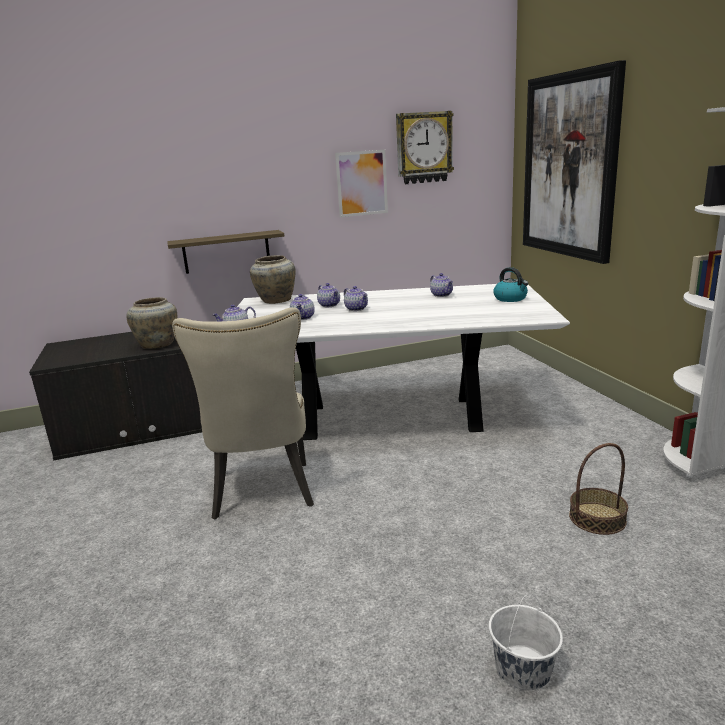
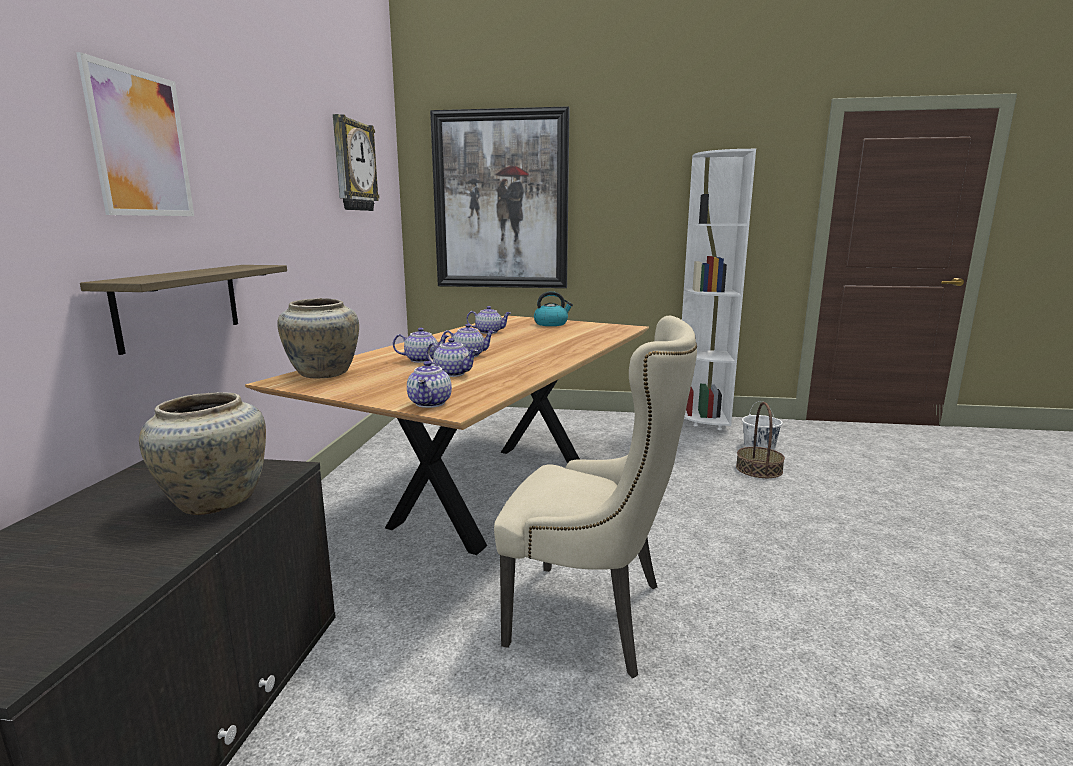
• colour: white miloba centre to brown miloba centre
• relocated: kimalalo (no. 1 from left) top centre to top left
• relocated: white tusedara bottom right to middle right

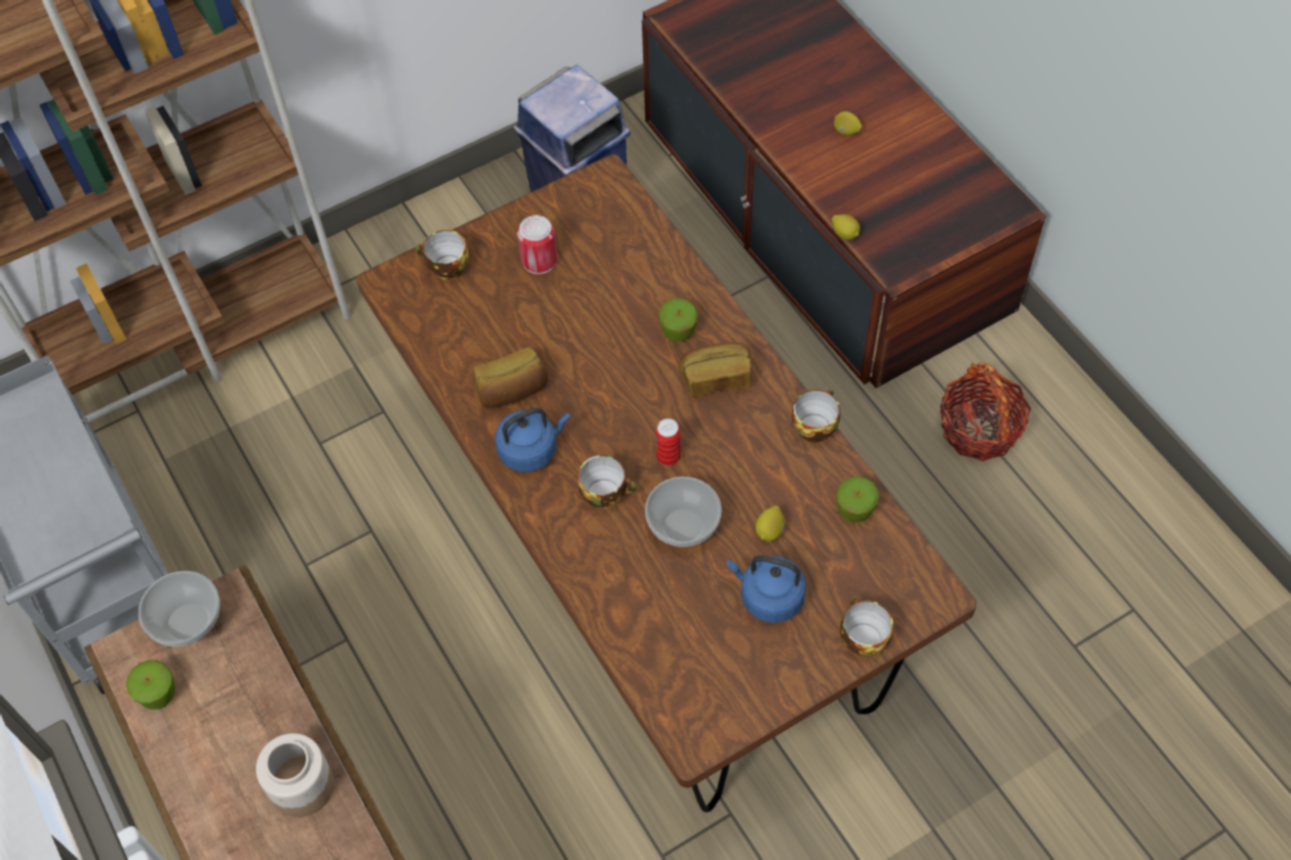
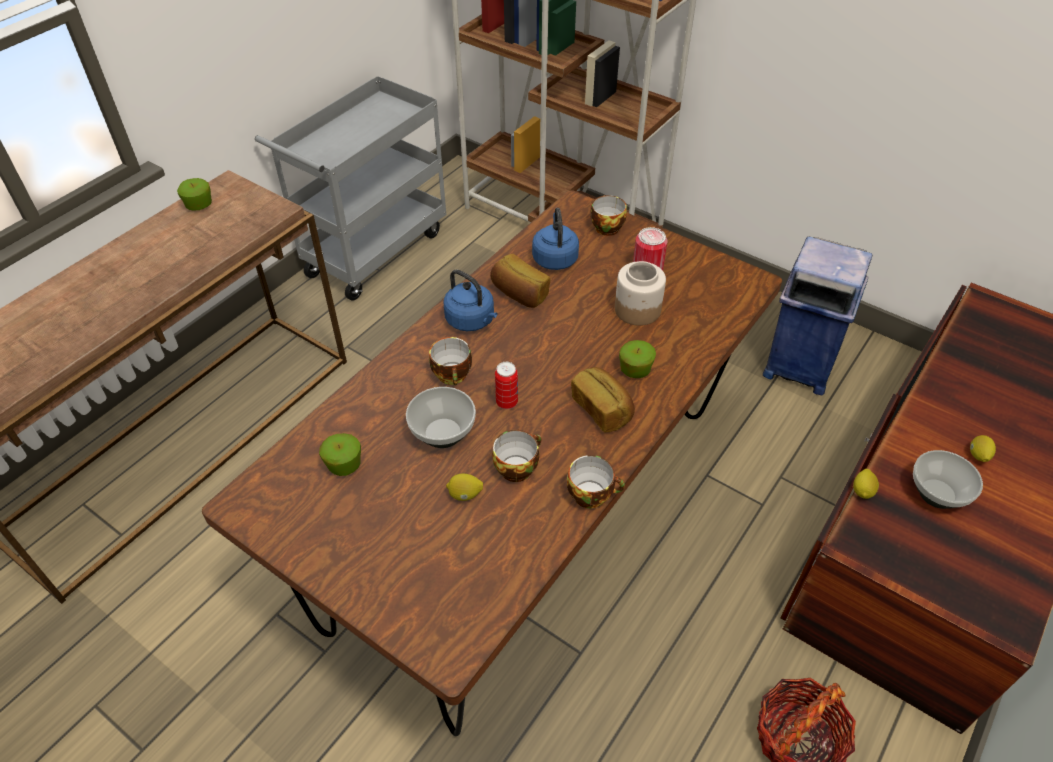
• relocated: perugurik (no. 1 from left in the first image) bottom left to perugurik (no. 2 from left) middle right
• relocated: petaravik bottom left to centre
• relocated: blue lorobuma (no. 2 from left) bottom centre to top centre
• relocated: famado (no. 3 from left in the first image) centre to famado (no. 2 from left) middle left
• relocated: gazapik (no. 4 from left in the first image) bottom right to gazapik (no. 2 from left) centre

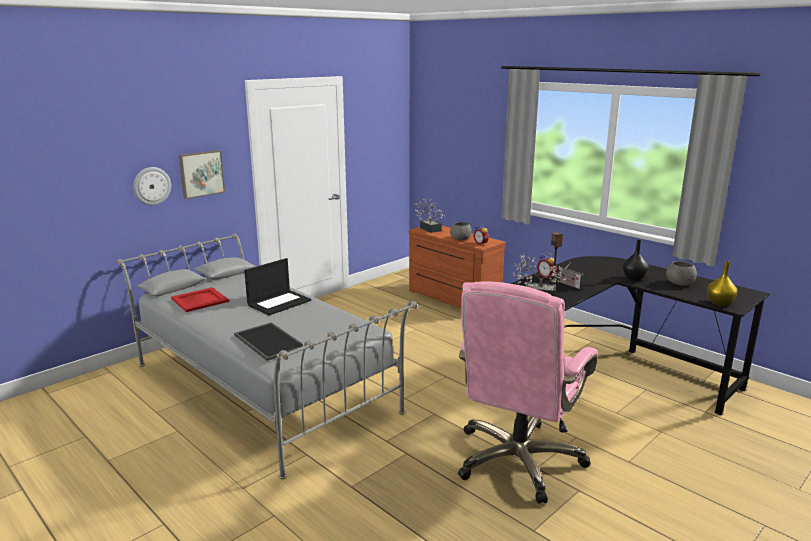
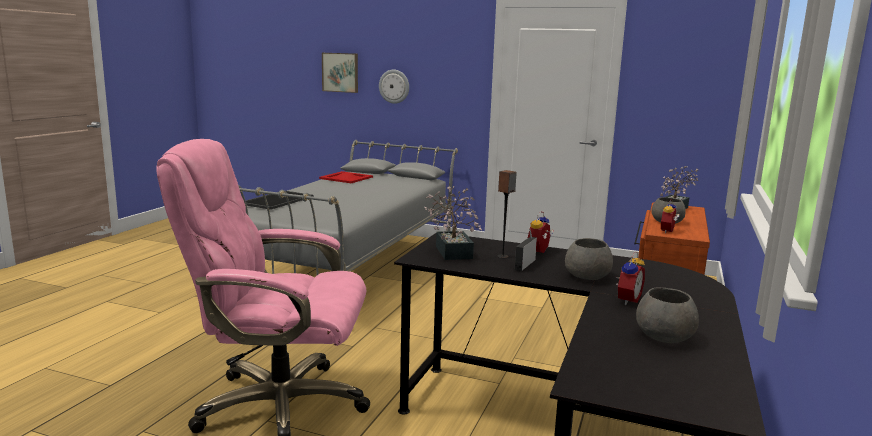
• relocated: kimalalo top left to top centre
• missing: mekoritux centre
• exchanged: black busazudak middle right to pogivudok (no. 2 from left) middle right
• missing: yellow busazudak middle right
• appeared: grey perugurik (no. 1 from left) middle right

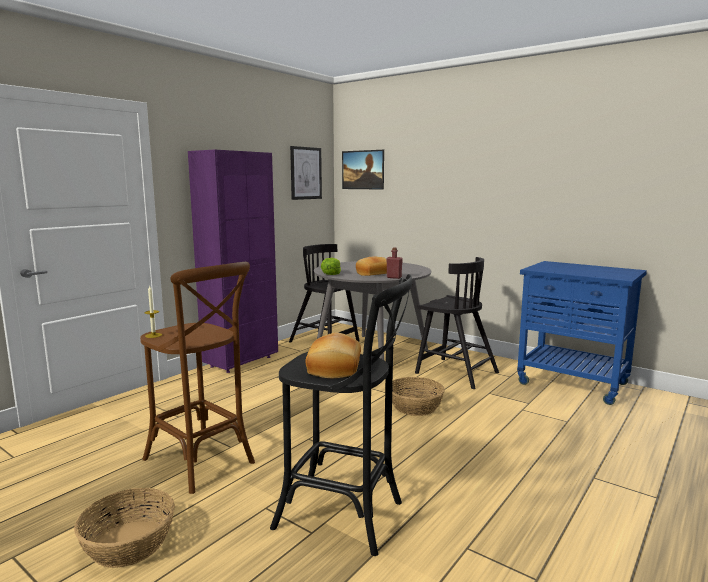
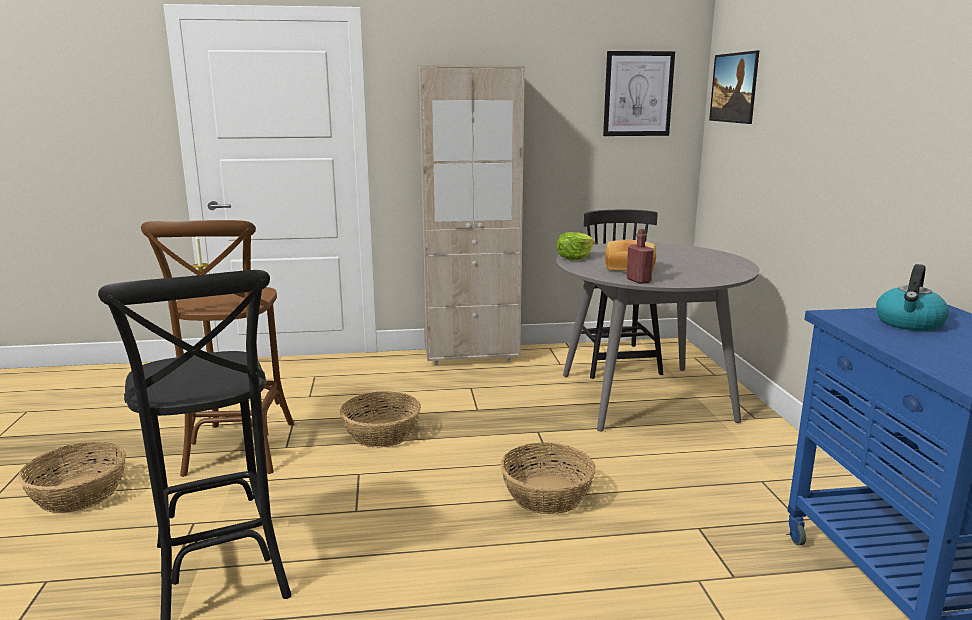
• colour: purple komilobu middle left to beige komilobu centre
• missing: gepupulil (no. 1 from left) centre
• missing: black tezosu (no. 2 from left) centre
• appeared: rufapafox (no. 2 from left) bottom centre
• appeared: lorobuma middle right

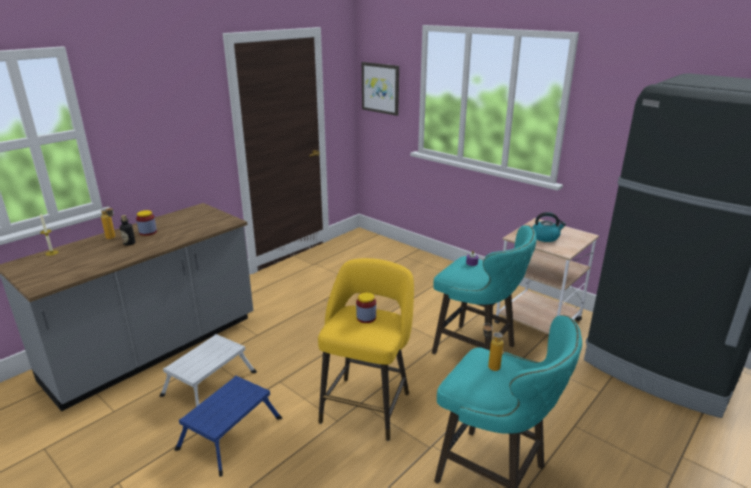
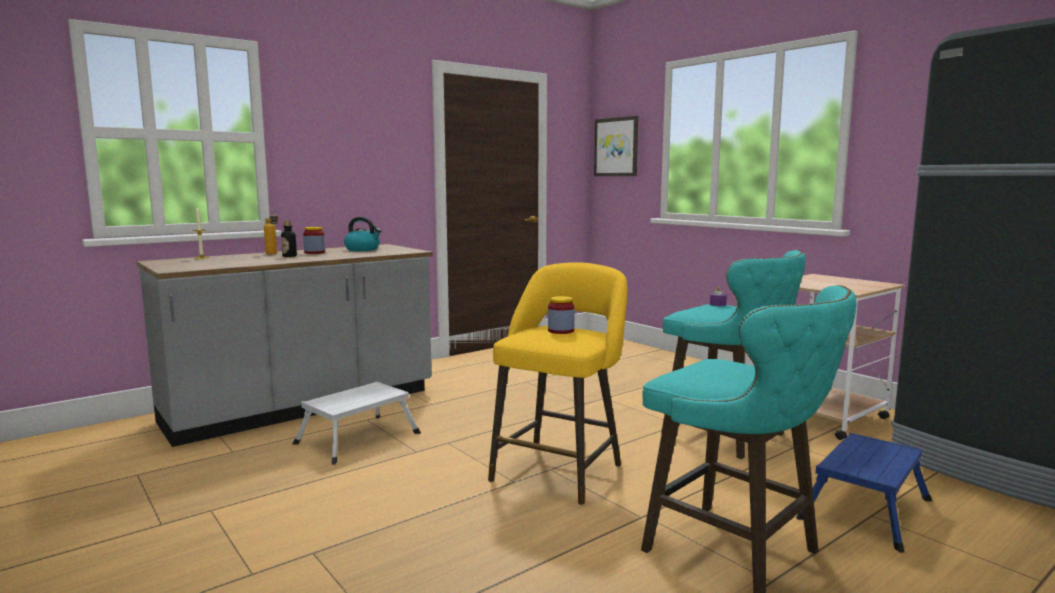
• relocated: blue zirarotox bottom left to bottom right
• missing: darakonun (no. 3 from left) bottom centre
• relocated: lorobuma middle right to centre

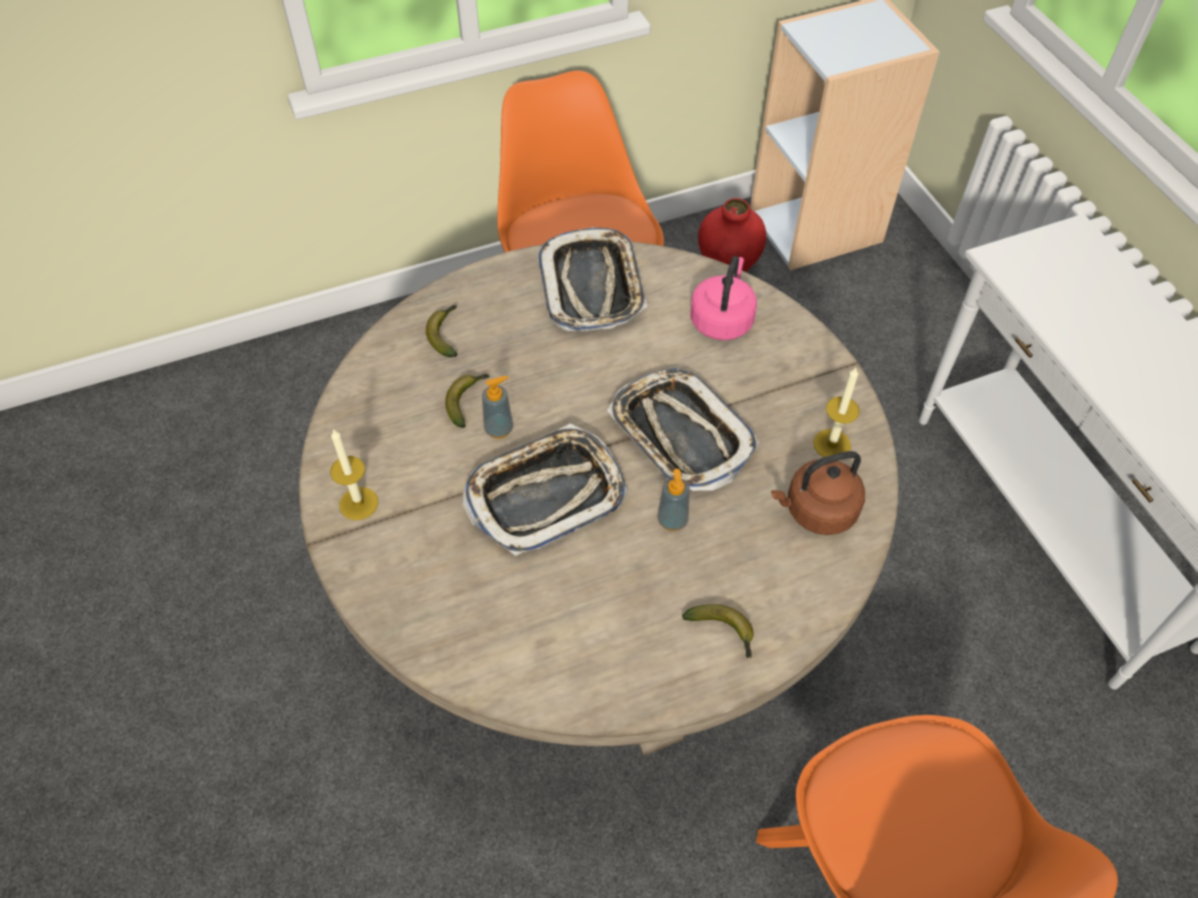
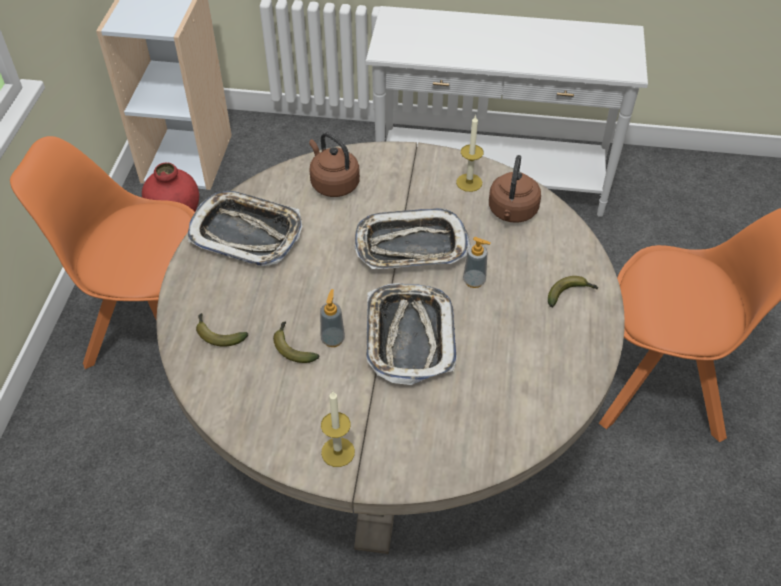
• colour: pink lorobuma top centre to brown lorobuma (no. 1 from left) top centre

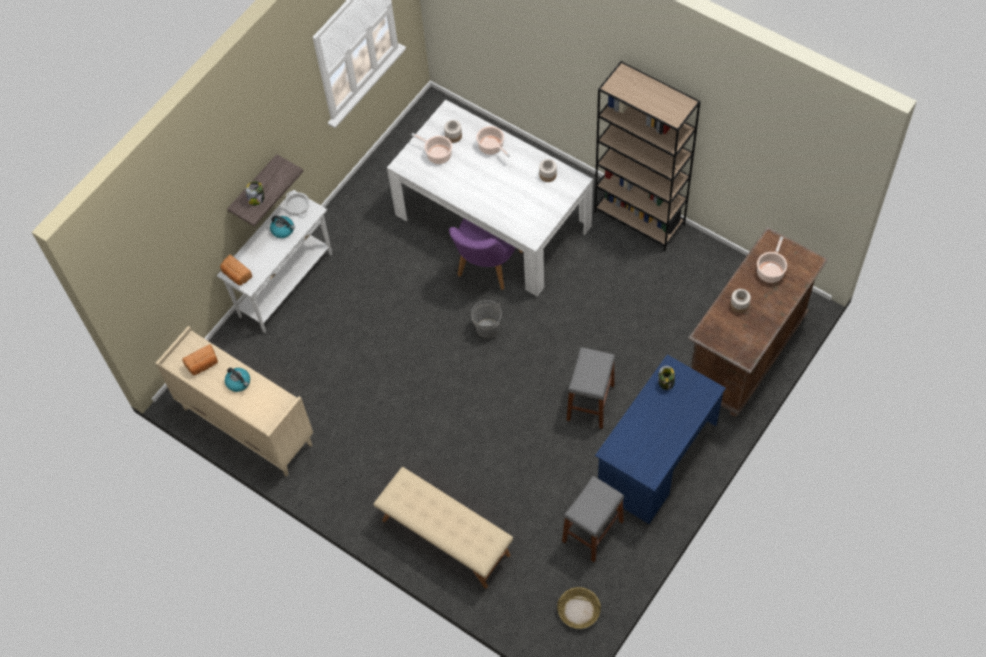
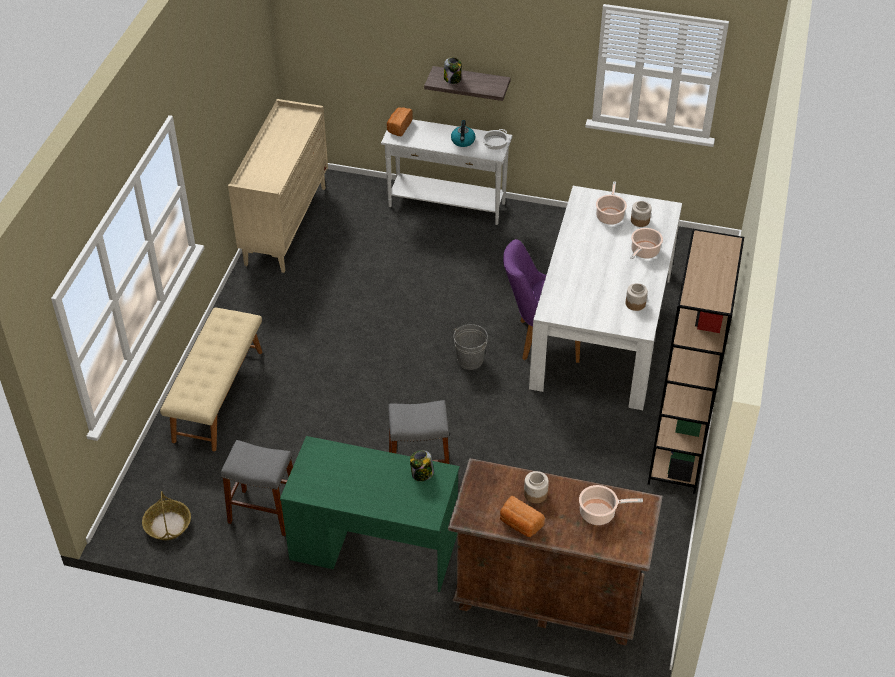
• relocated: gepupulil (no. 1 from left in the first image) middle left to gepupulil (no. 2 from left) bottom centre
• missing: lorobuma (no. 1 from left) middle left
• colour: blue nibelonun bottom right to green nibelonun bottom centre

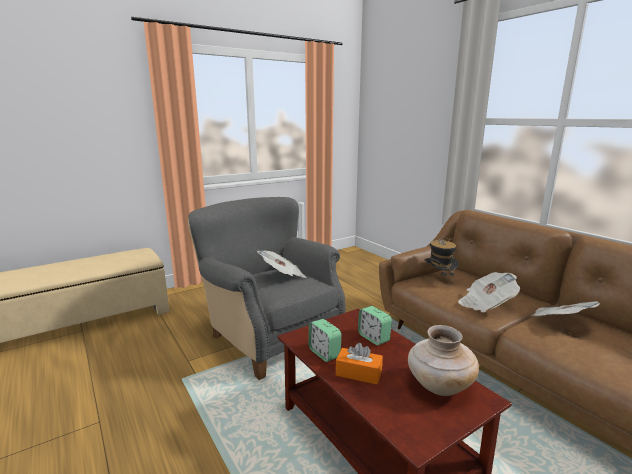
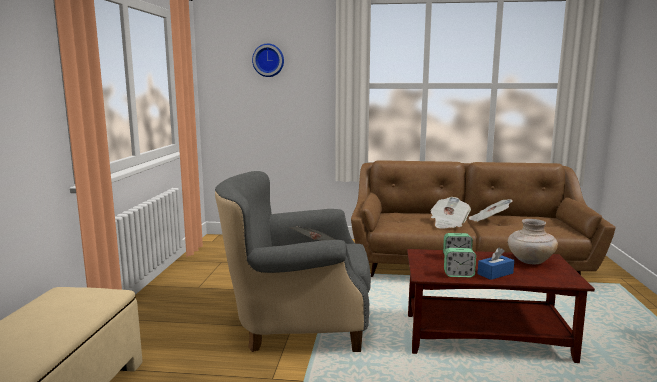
• colour: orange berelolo bottom centre to blue berelolo bottom right
• missing: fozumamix middle right
• appeared: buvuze top centre

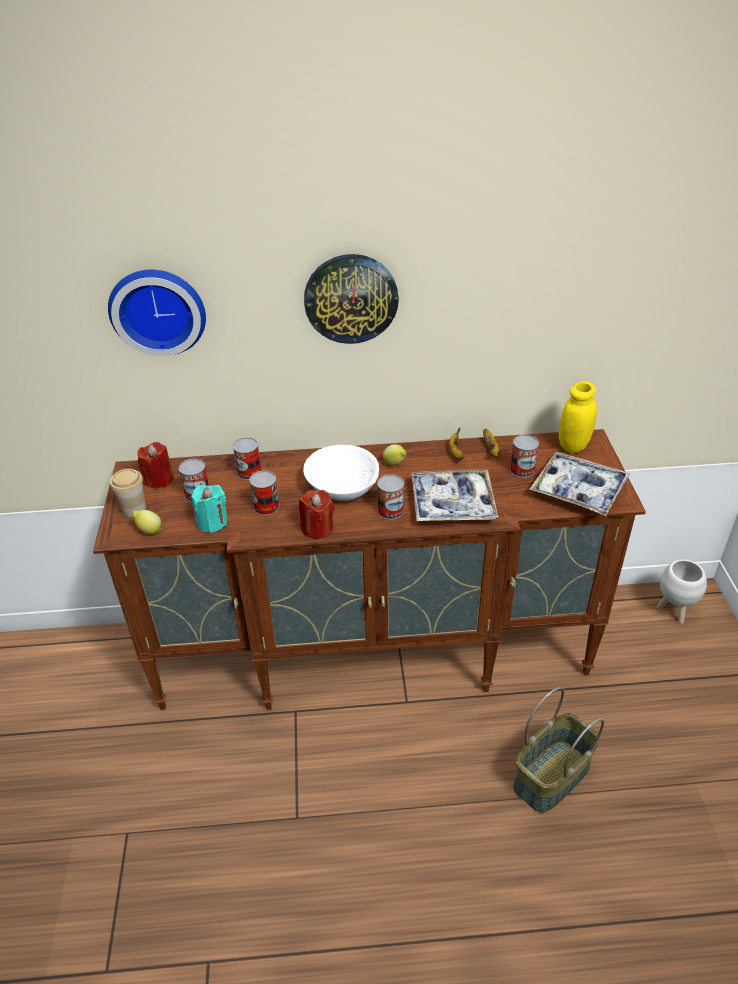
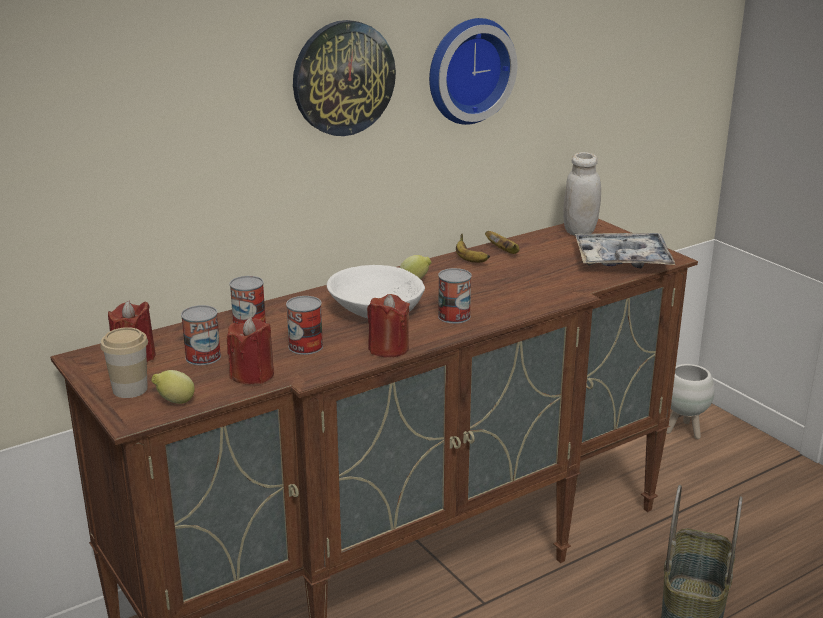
• relocated: buvuze (no. 1 from left in the first image) top left to buvuze (no. 2 from left) top centre
• colour: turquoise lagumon middle left to red lagumon (no. 2 from left) middle left
• missing: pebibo (no. 1 from left) centre
• missing: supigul (no. 5 from left) middle right
• colour: yellow petaravik middle right to white petaravik top right

